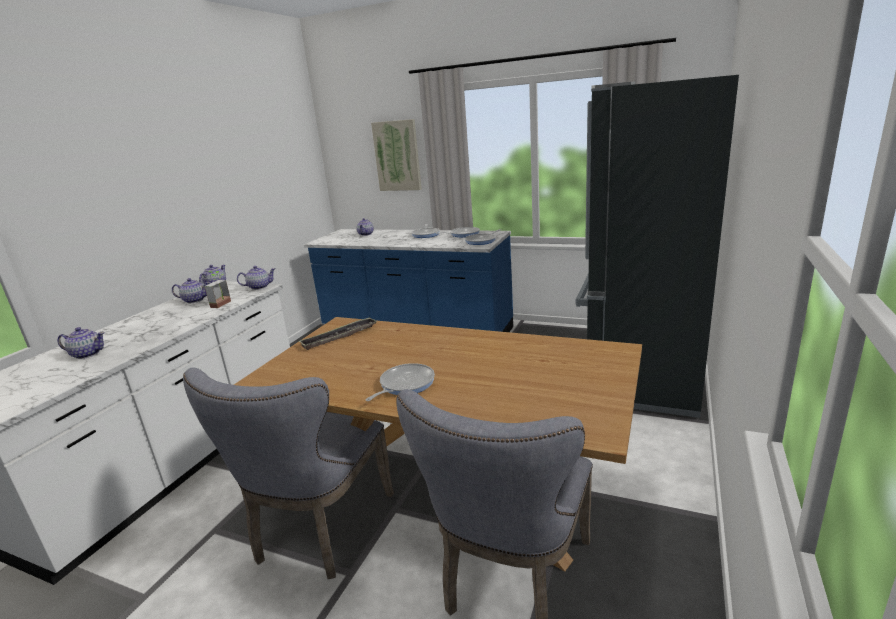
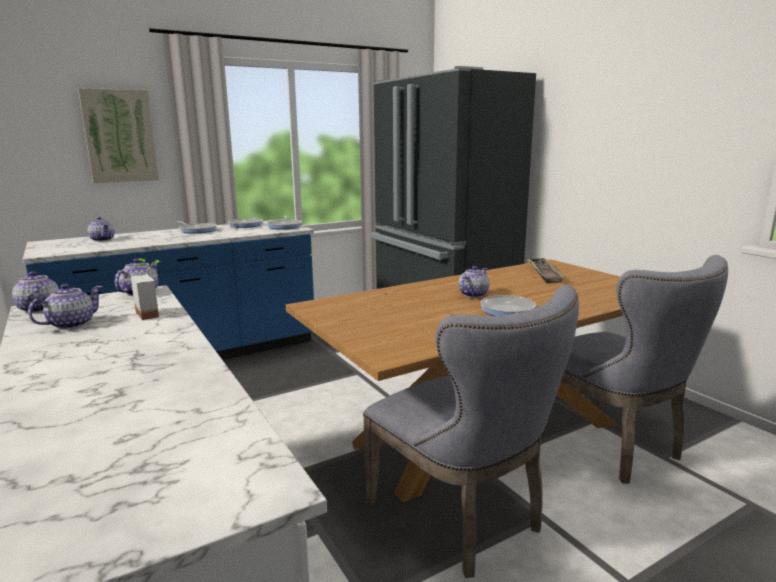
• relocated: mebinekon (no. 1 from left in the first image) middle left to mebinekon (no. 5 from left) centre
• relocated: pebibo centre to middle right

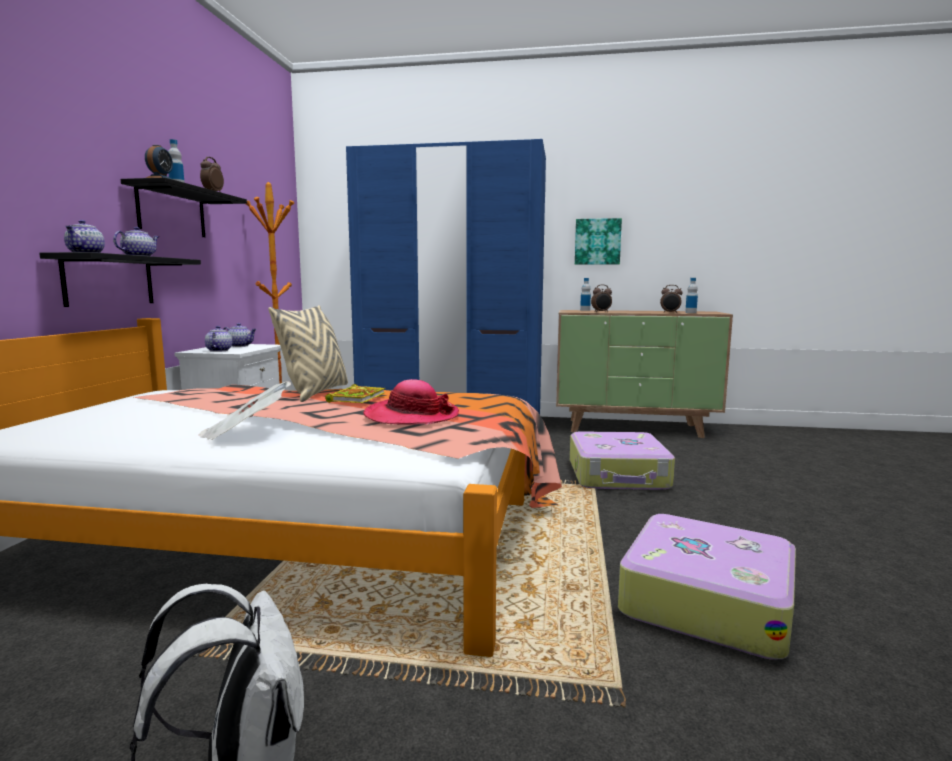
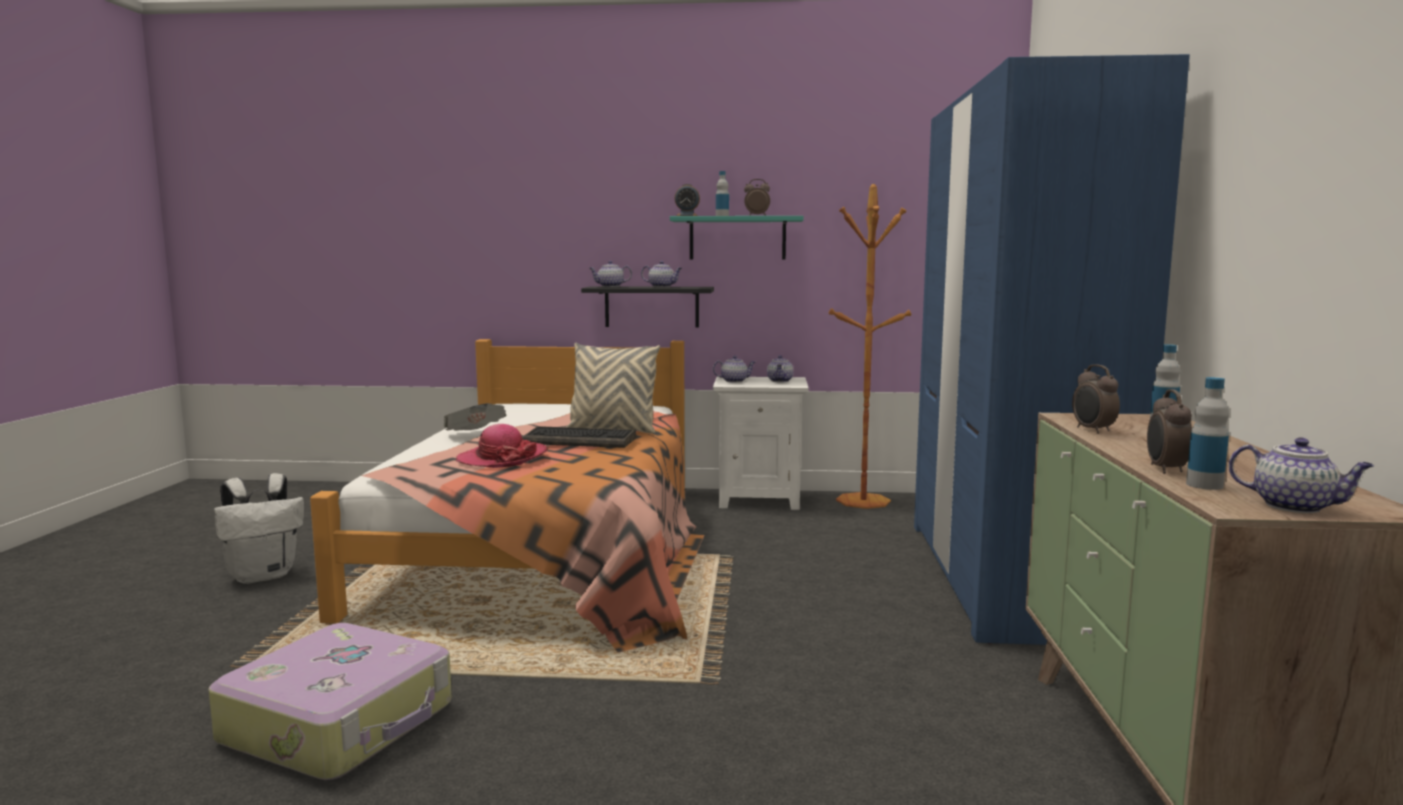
• colour: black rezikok (no. 2 from left) top left to turquoise rezikok top centre
• exchanged: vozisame centre to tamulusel centre
• missing: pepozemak (no. 1 from left) centre
• missing: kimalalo top centre
• appeared: mebinekon (no. 5 from left) middle right

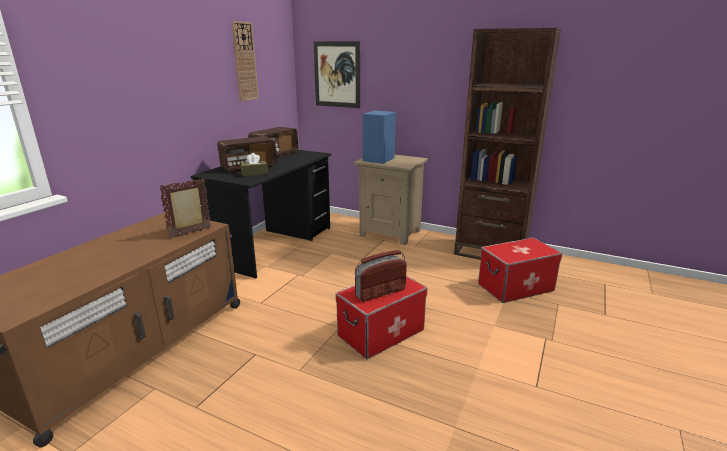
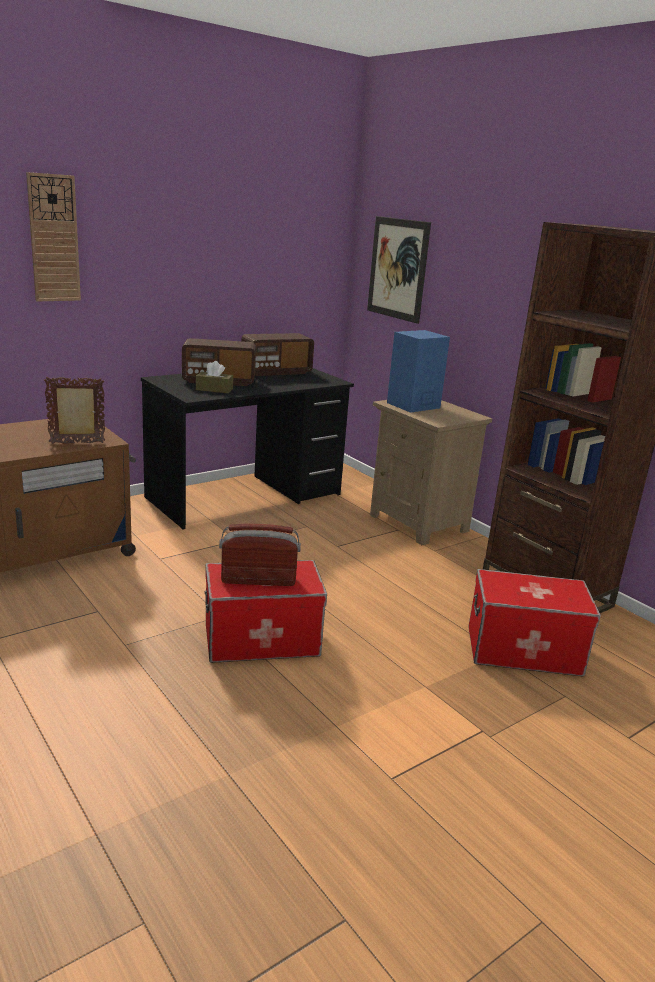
• relocated: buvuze top centre to top left

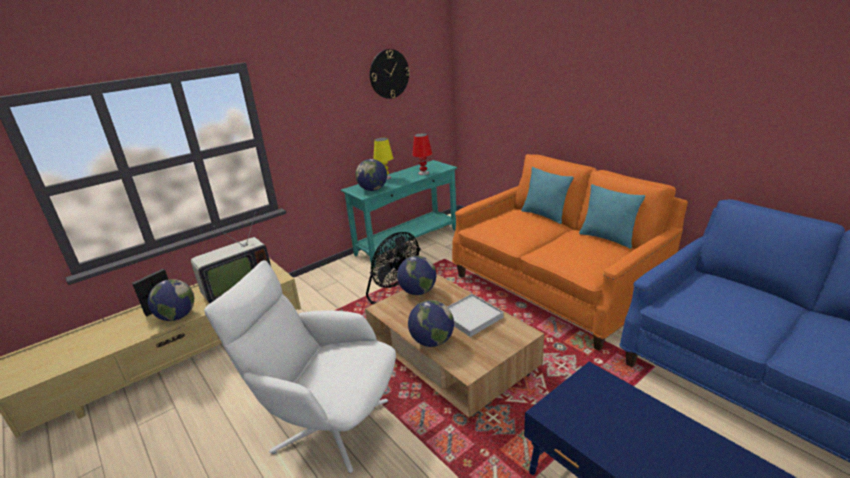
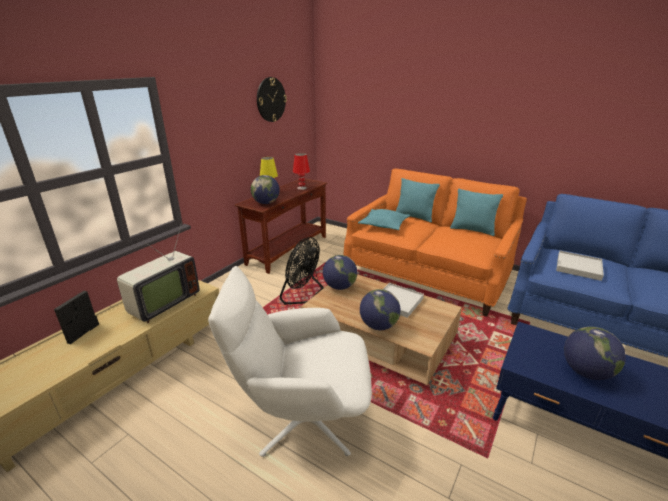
• relocated: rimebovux (no. 1 from left in the first image) middle left to rimebovux (no. 4 from left) bottom right
• colour: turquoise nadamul centre to brown nadamul centre
• appeared: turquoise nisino (no. 1 from left) centre
• appeared: white pebibo (no. 2 from left) middle right

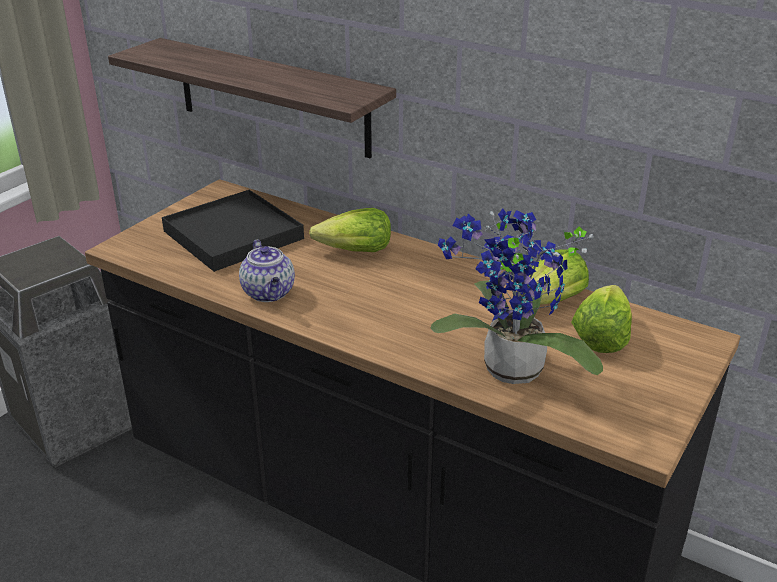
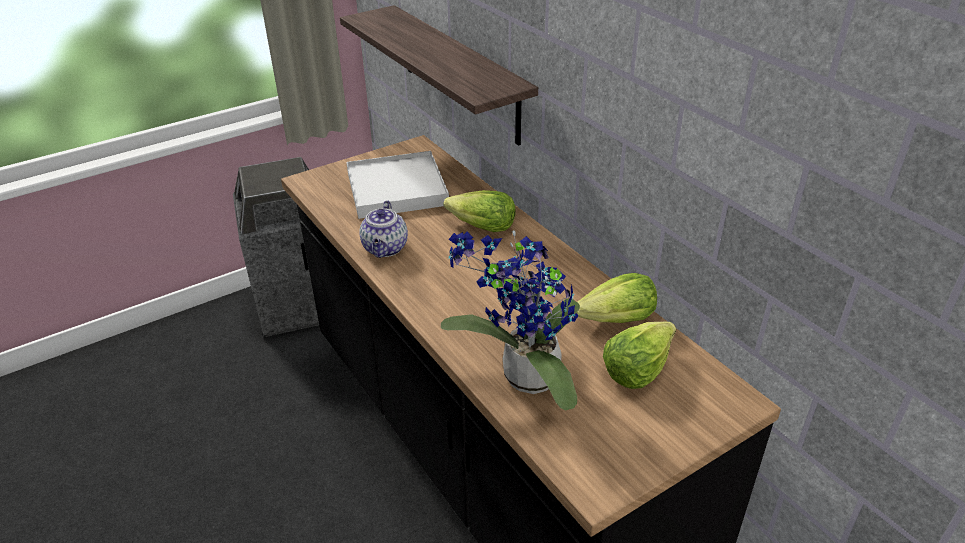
• colour: black pebibo middle left to white pebibo centre

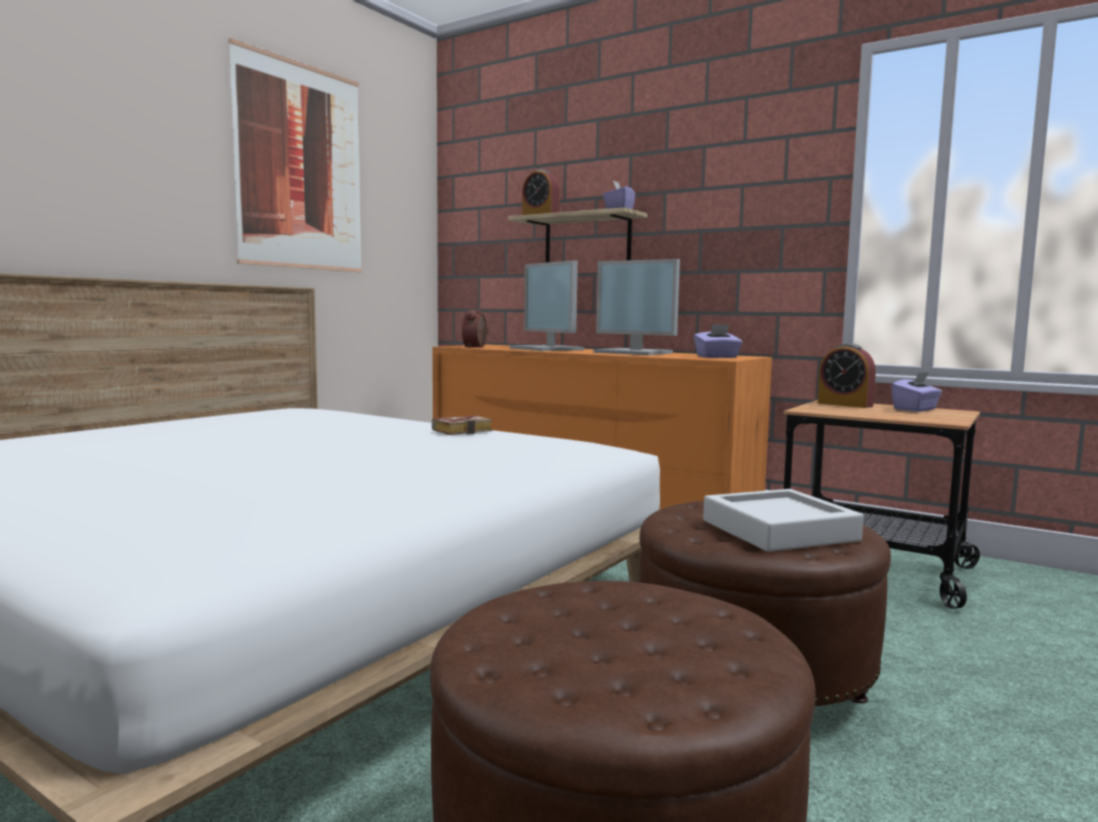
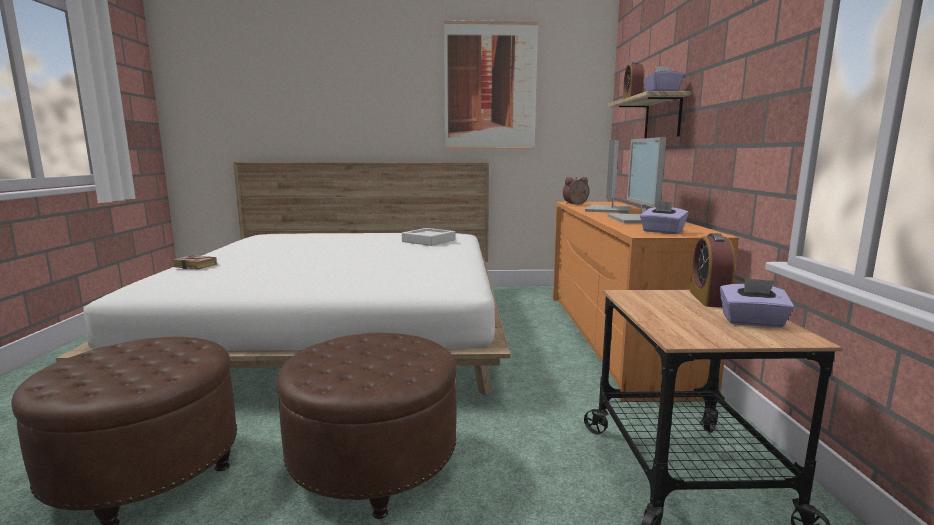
• relocated: vozisame centre to middle left
• relocated: grey pebibo middle right to centre

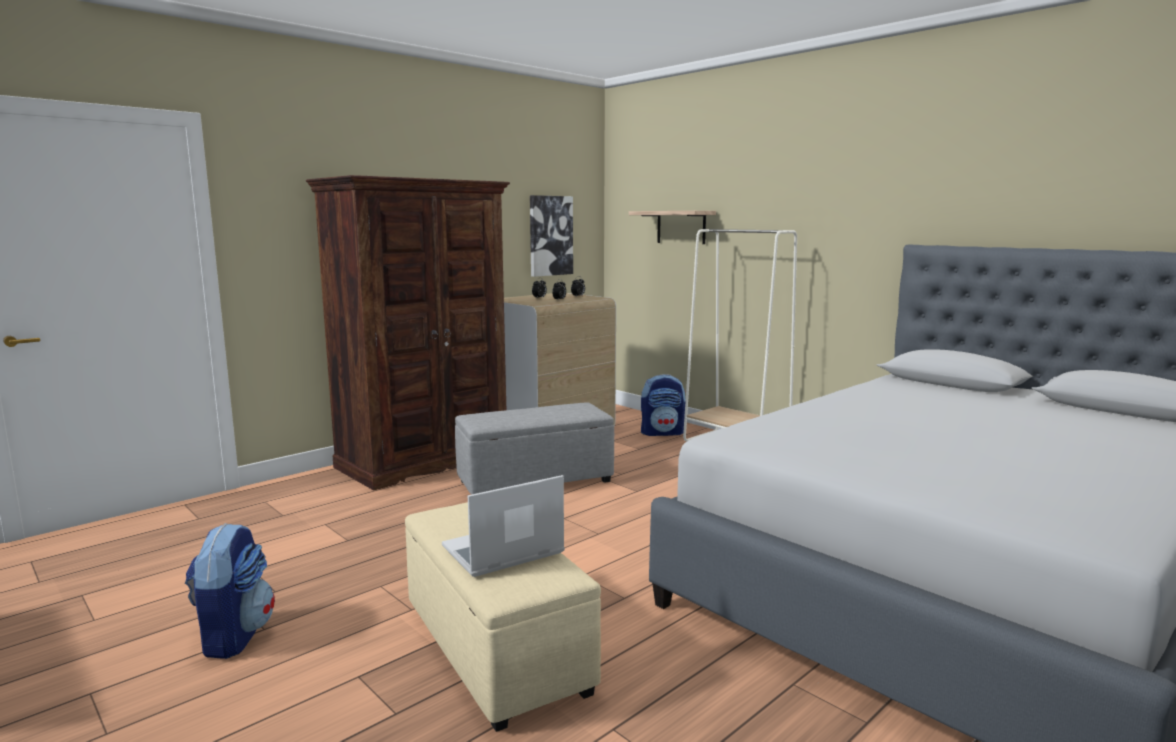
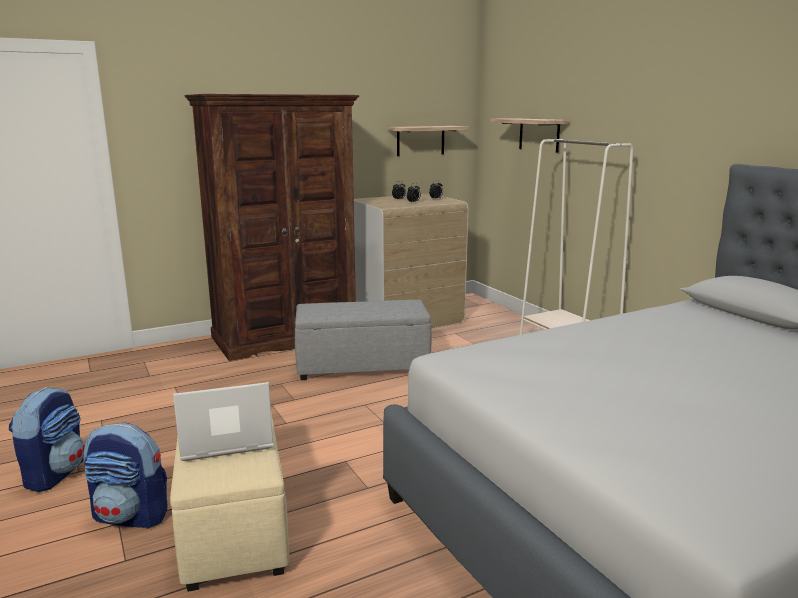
• exchanged: kimalalo top centre to rezikok (no. 1 from left) top centre
• relocated: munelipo (no. 2 from left) centre to bottom left

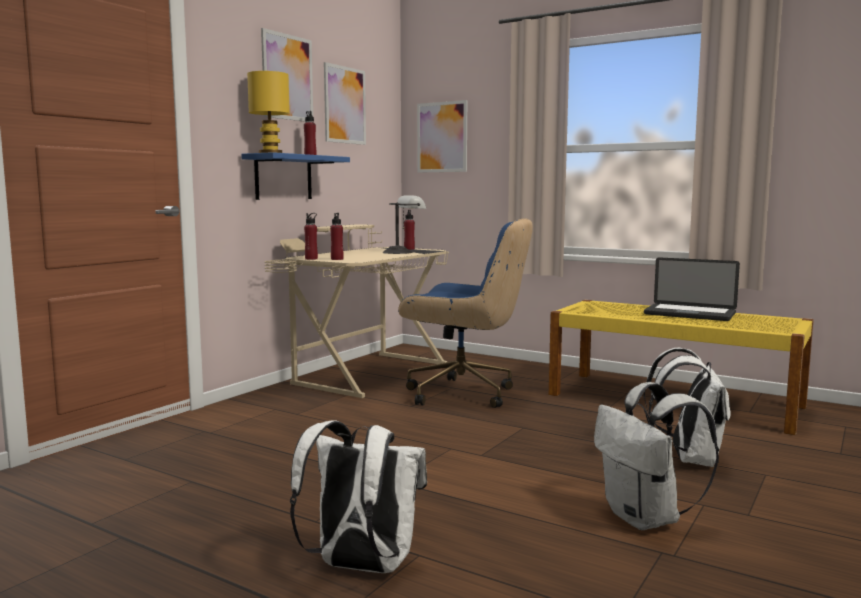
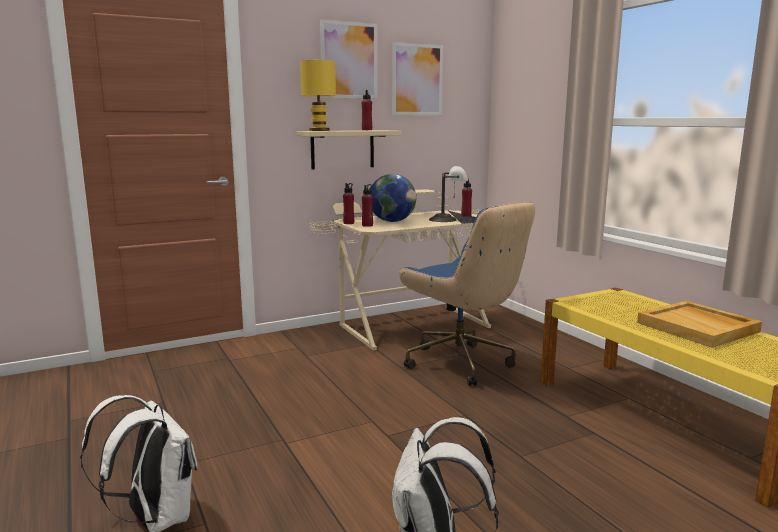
• colour: blue rezikok top centre to beige rezikok top centre
• missing: kimalalo (no. 3 from left) top centre
• exchanged: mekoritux middle right to beige pebibo middle right
• missing: white munelipo (no. 3 from left) bottom right
• appeared: rimebovux centre

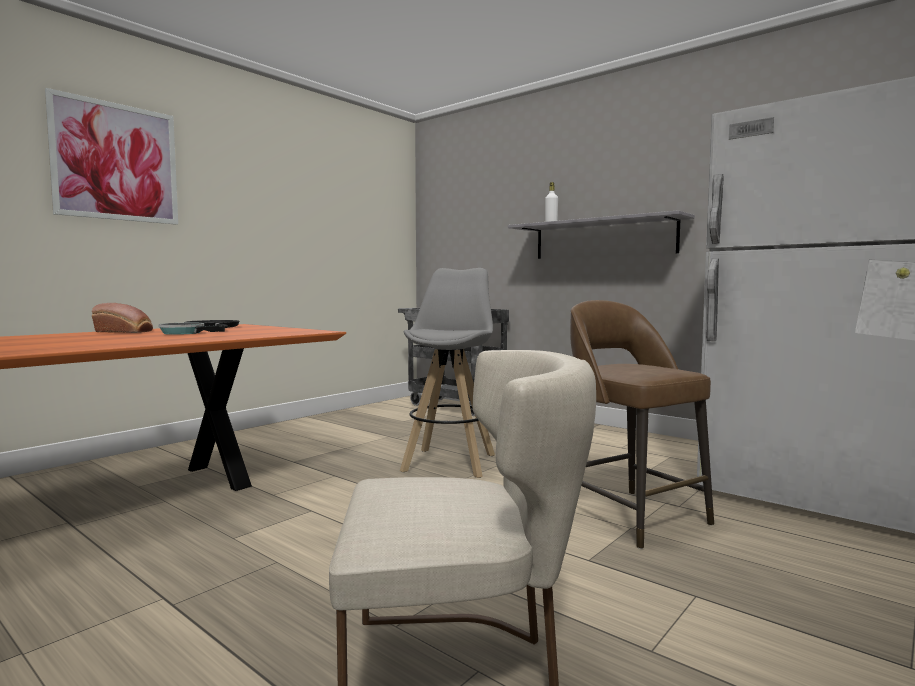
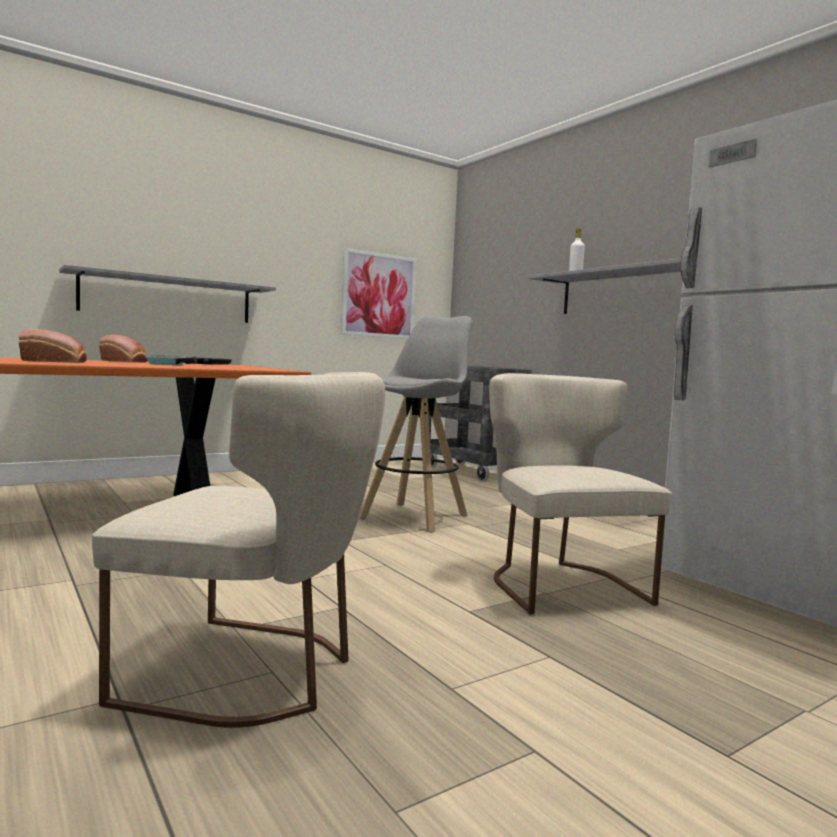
• relocated: kimalalo top left to centre
• exchanged: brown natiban middle right to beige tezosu (no. 2 from left) middle right
• appeared: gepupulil (no. 1 from left) middle left
• appeared: grey rezikok (no. 1 from left) middle left

